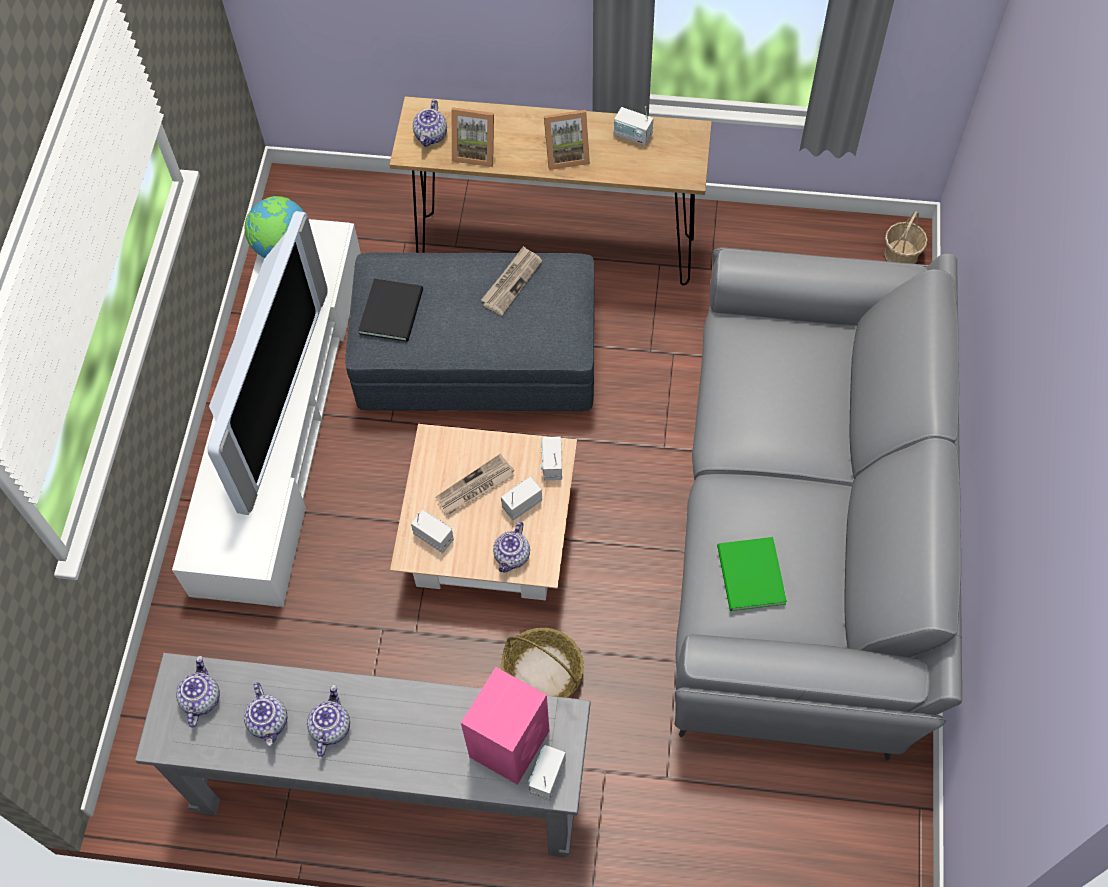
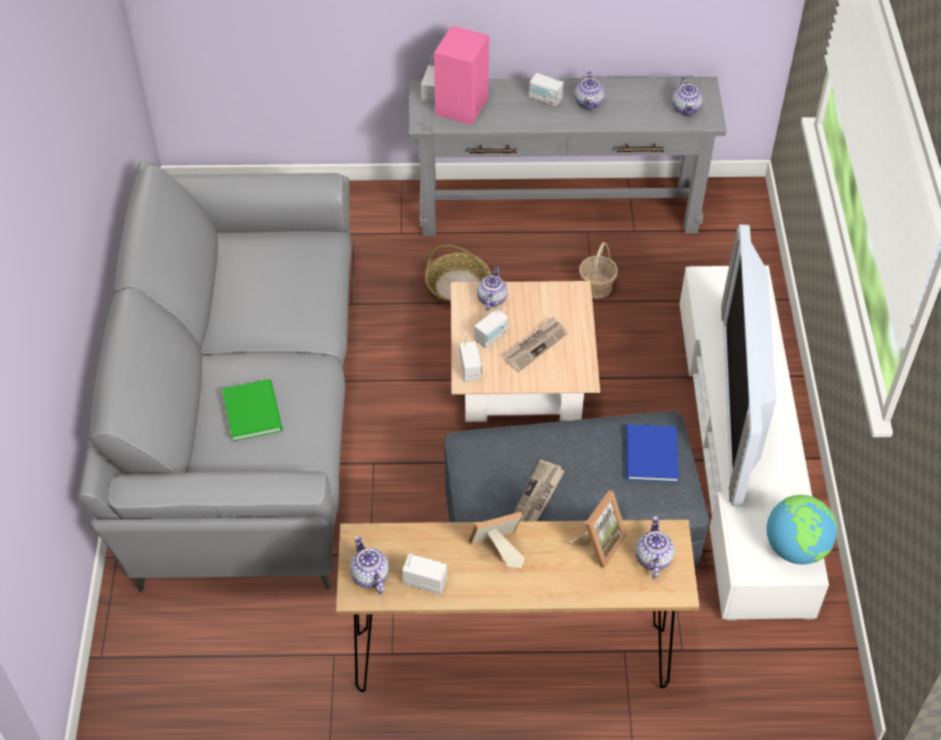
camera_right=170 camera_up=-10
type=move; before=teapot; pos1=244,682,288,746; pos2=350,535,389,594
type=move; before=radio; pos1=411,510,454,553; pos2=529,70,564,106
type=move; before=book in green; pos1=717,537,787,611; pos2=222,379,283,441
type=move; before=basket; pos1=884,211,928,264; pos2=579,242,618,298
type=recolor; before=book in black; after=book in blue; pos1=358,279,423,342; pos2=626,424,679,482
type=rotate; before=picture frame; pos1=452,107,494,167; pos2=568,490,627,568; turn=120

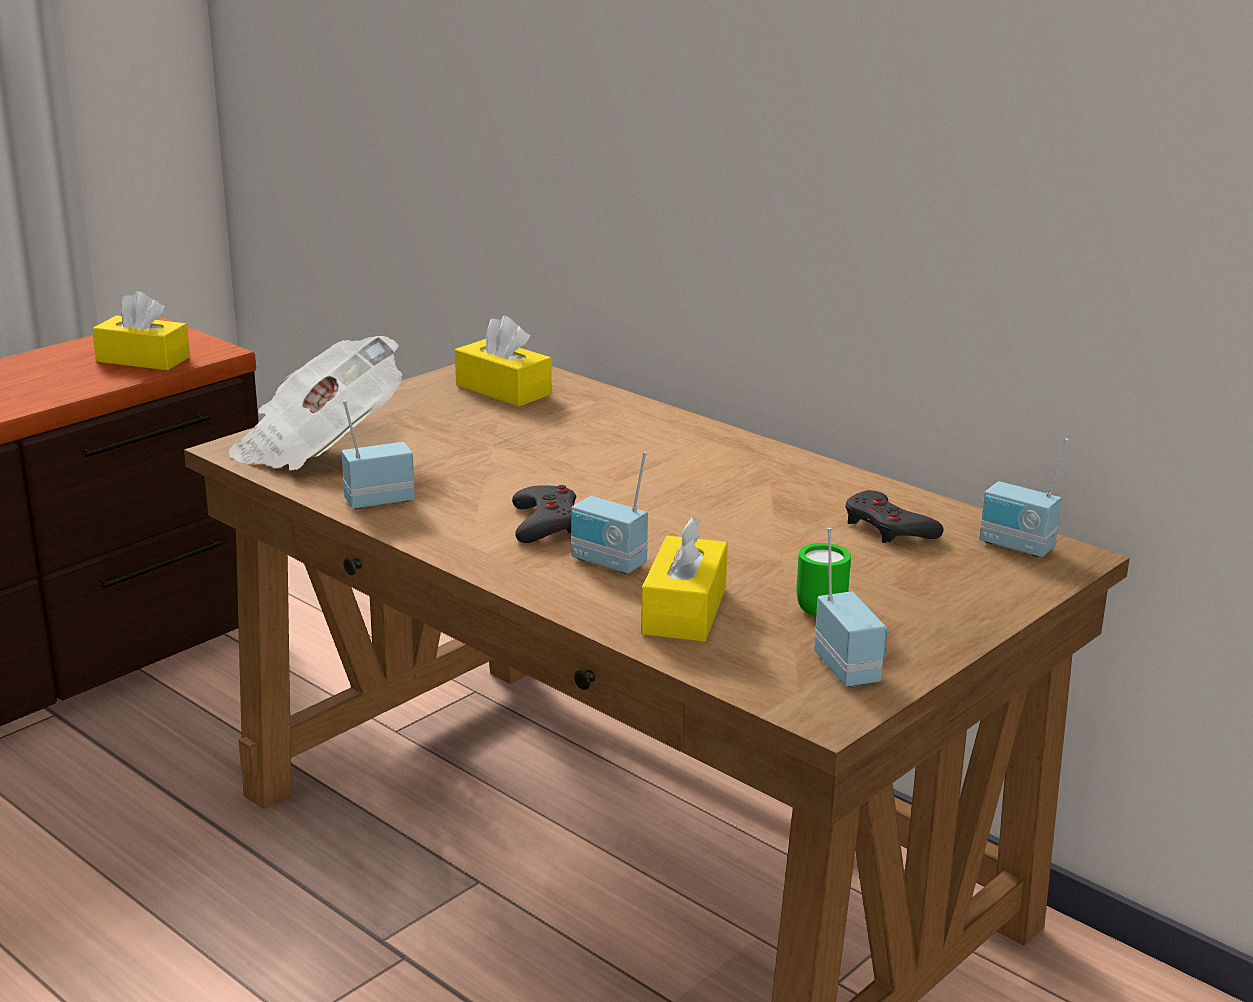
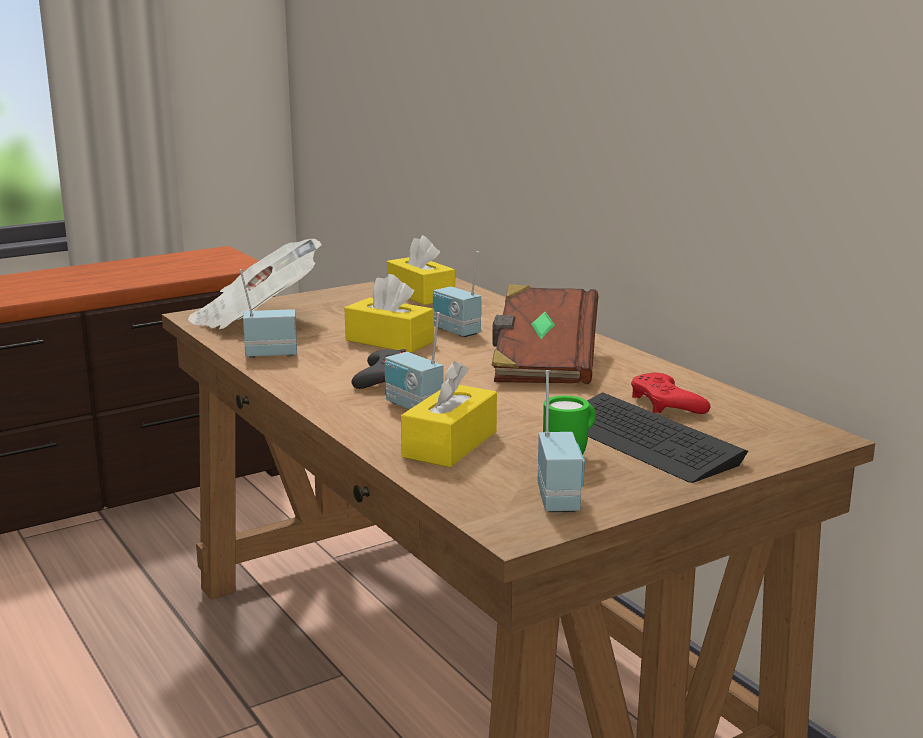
camera_right=15 camera_up=-5
type=insert; after=book in brown; pos2=491,284,598,384
type=insert; after=keyboard; pos2=587,392,748,483
type=move; before=tissue box in yellow; pos1=92,291,190,371; pos2=344,274,434,353
type=move; before=radio; pos1=980,438,1068,557; pos2=433,251,481,337
type=recolor; before=game controller in grey; after=game controller in red; pos1=845,490,944,543; pos2=631,373,710,414

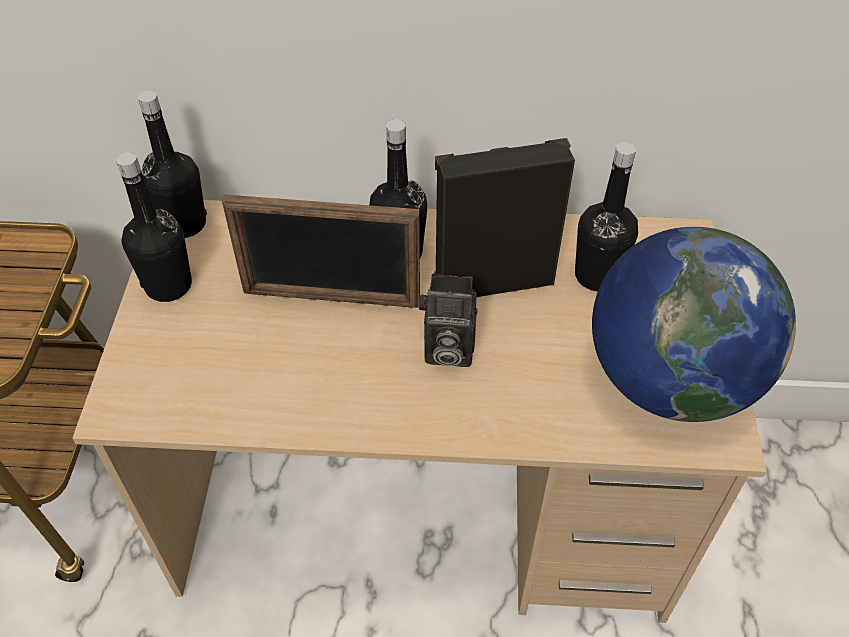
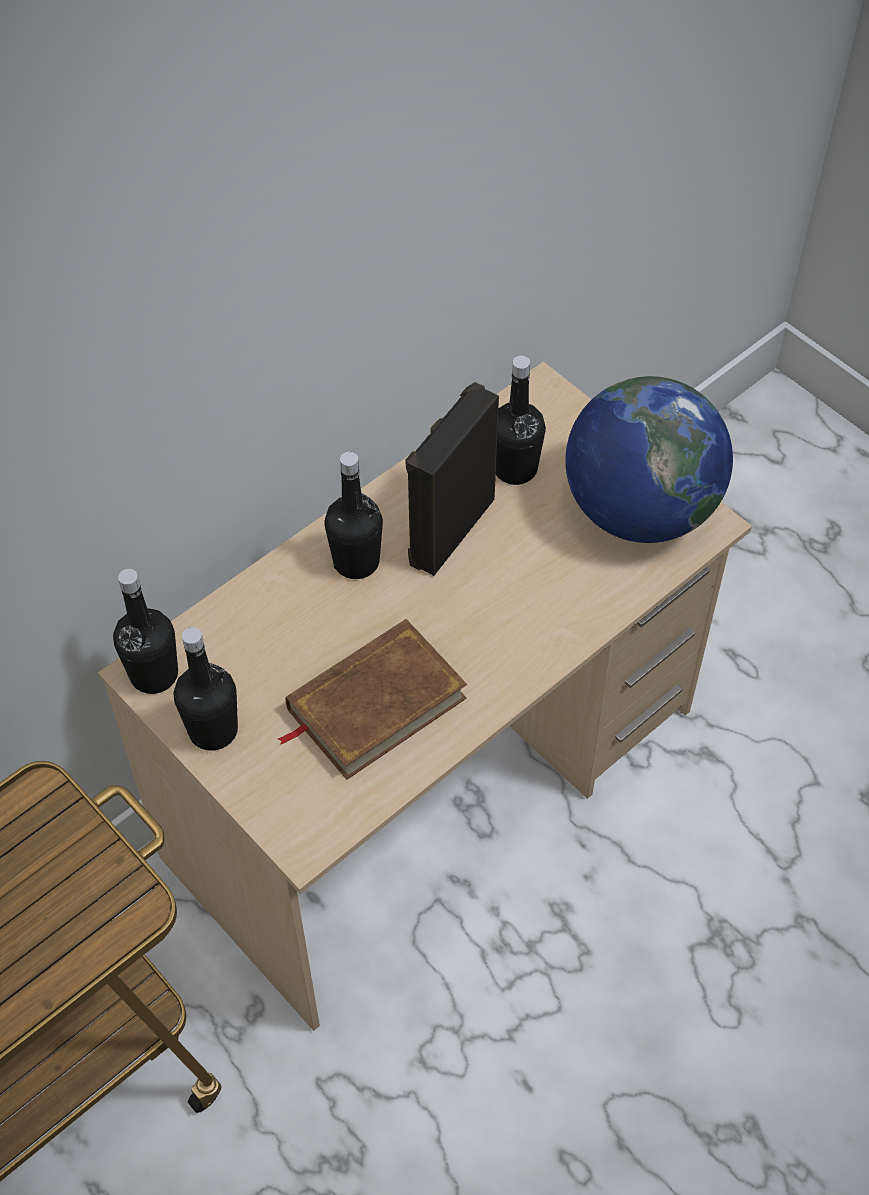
camera_right=-45 camera_up=5
type=delete; before=picture frame; pos1=222,195,420,308
type=delete; before=photo camera; pos1=419,274,478,367
type=insert; after=book in brown; pos2=278,619,467,780

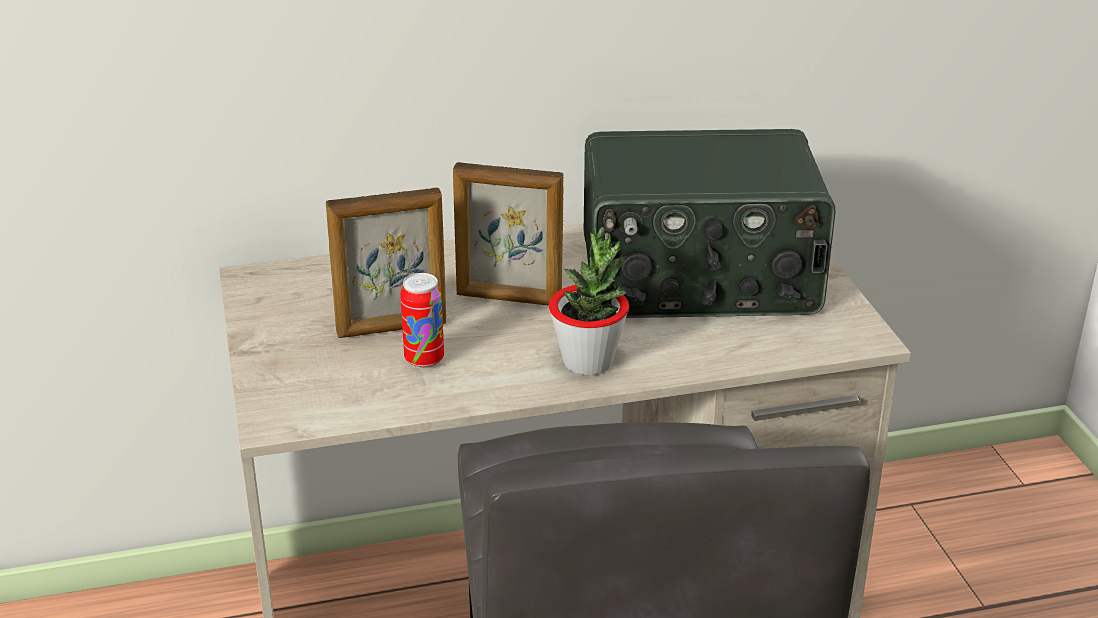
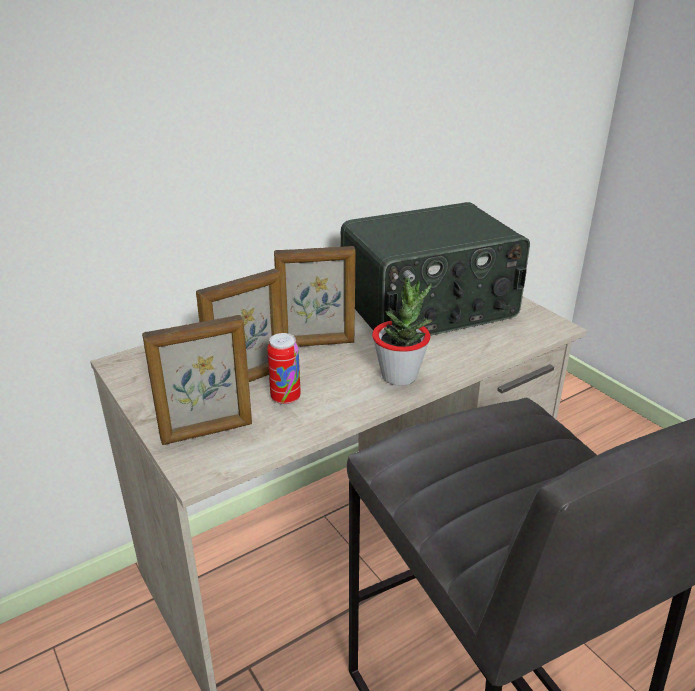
camera_right=-20 camera_up=0
type=insert; after=picture frame; pos2=142,315,252,445

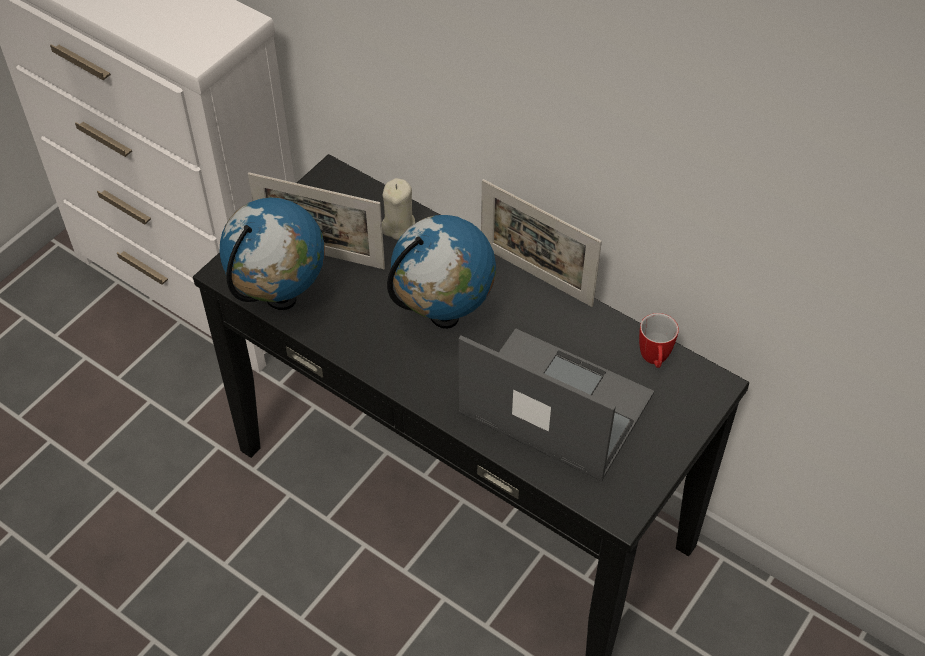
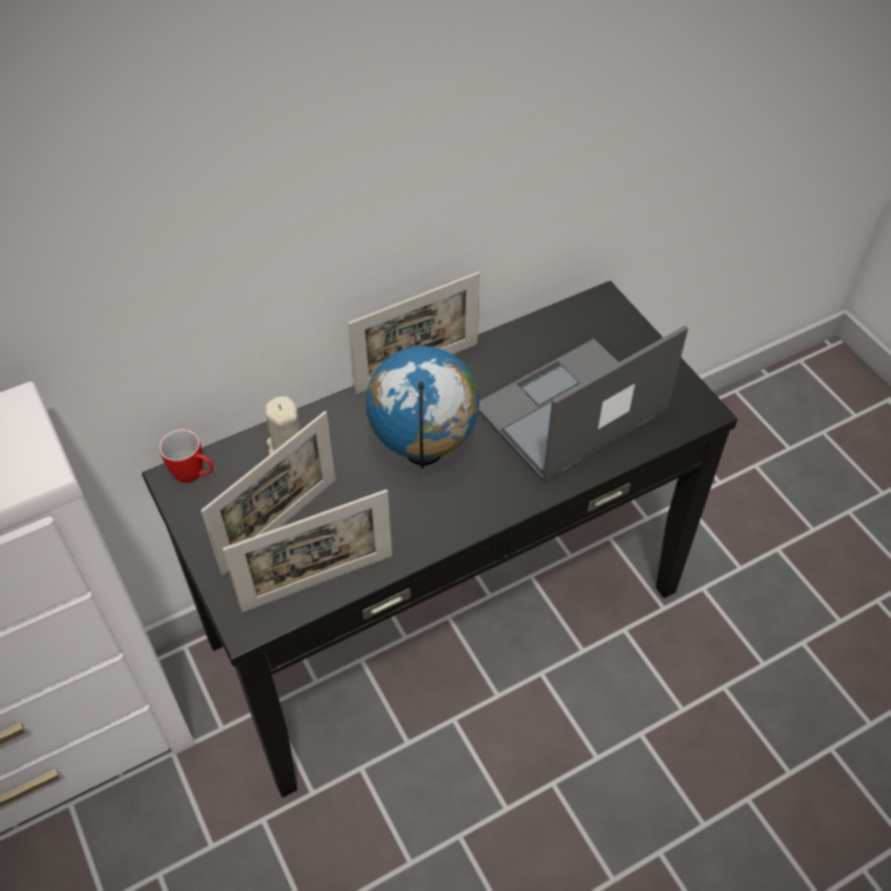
camera_right=-65 camera_up=0
type=move; before=mug; pos1=639,313,679,368; pos2=159,429,214,483
type=replace; before=globe; after=picture frame; pos1=219,198,325,310; pos2=223,489,393,612

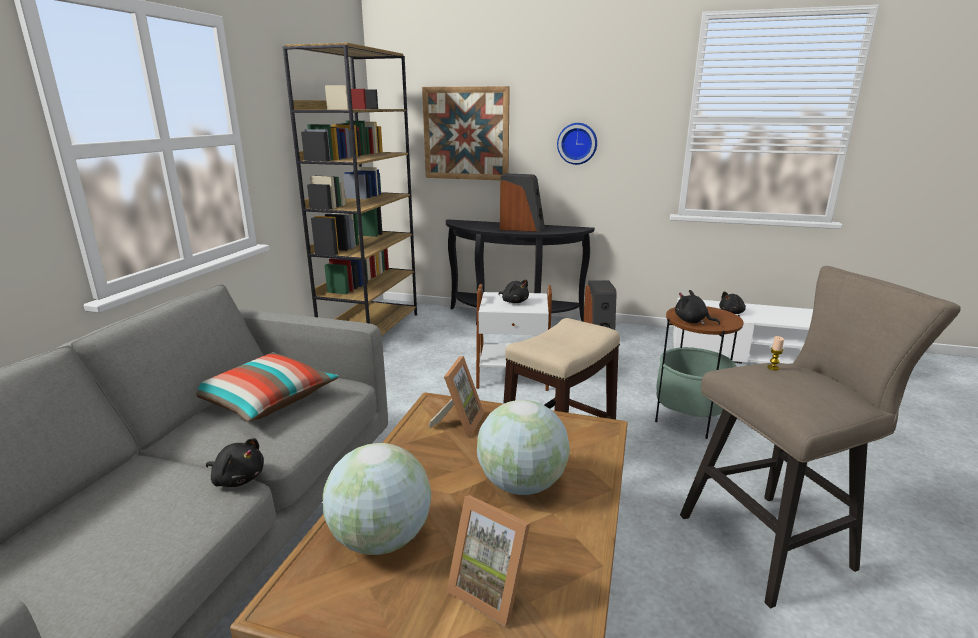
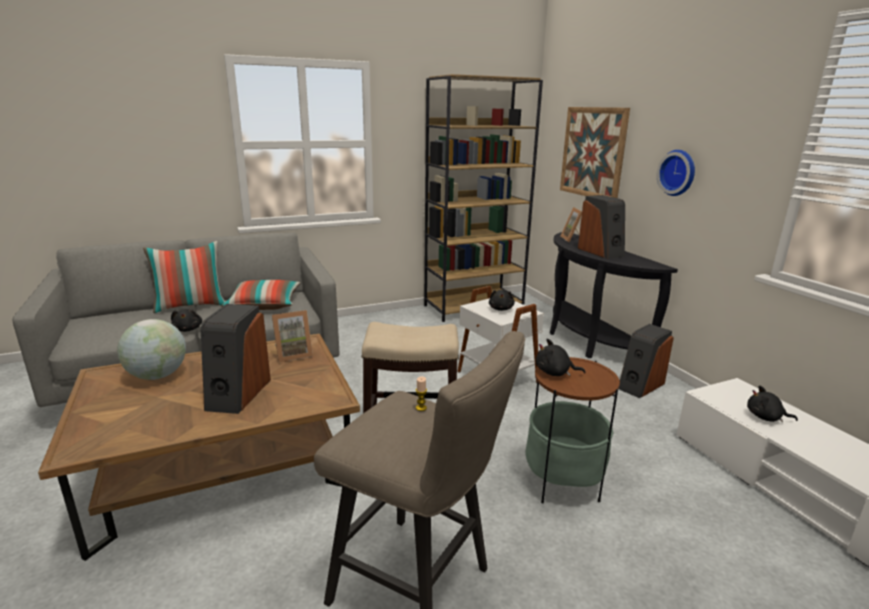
camera_right=50 camera_up=0
type=insert; after=pillow; pos2=143,241,225,313
type=move; before=picture frame; pos1=446,495,530,627; pos2=561,207,582,242
type=replace; before=globe; after=speaker; pos1=477,400,570,495; pos2=201,304,271,414
type=rotate; before=plush toy in black; pos1=675,290,720,325; pos2=536,339,585,376; turn=-75

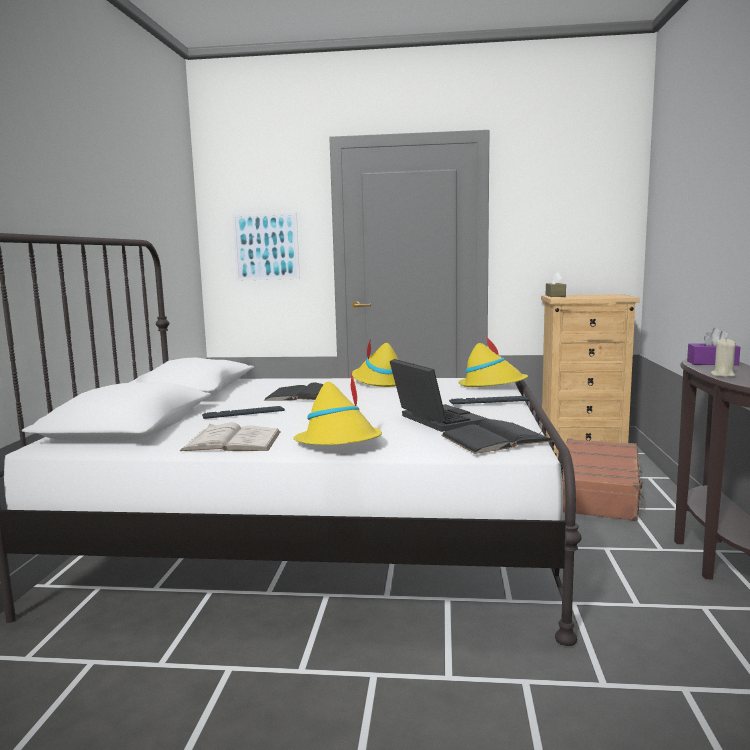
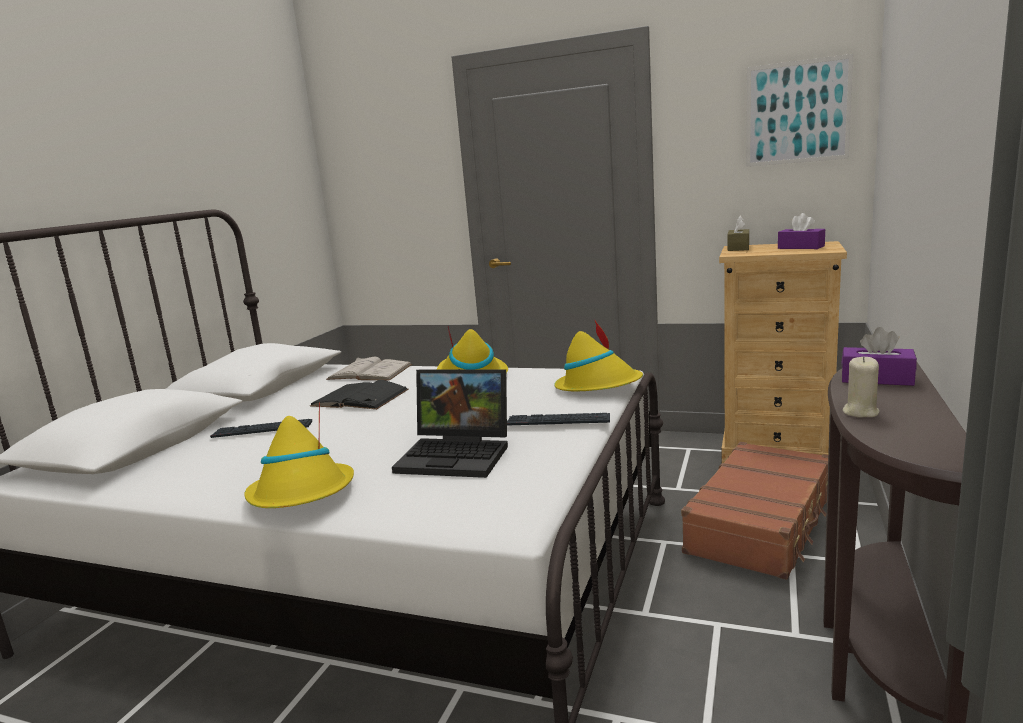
camera_right=15 camera_up=5
type=delete; before=book in black; pos1=441,419,554,454
type=insert; after=tissue box in purple; pos2=778,213,825,249
type=move; before=book in white; pos1=180,423,281,451; pos2=326,357,412,380
type=move; before=picture; pos1=232,212,300,280; pos2=746,54,853,167
type=rotate; before=laptop; pos1=390,359,488,432; pos2=392,369,508,478; turn=120

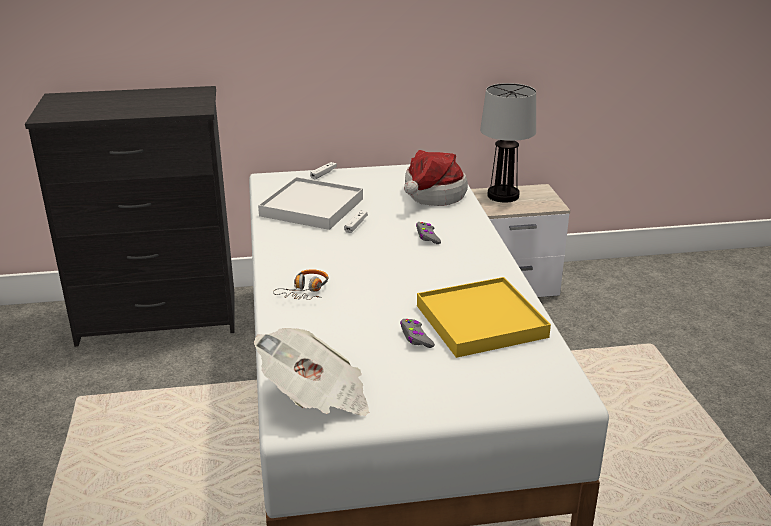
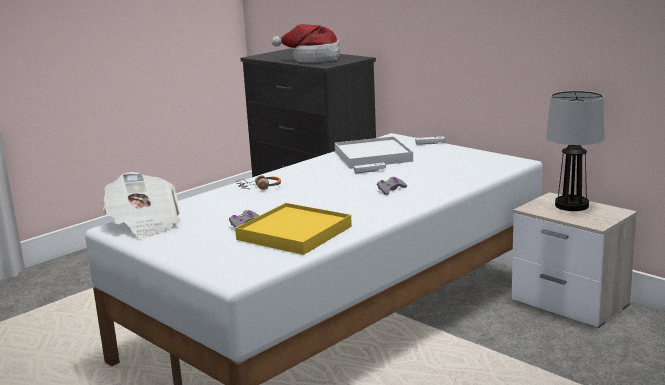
camera_right=55 camera_up=-10
type=move; before=hat; pos1=404,150,468,206; pos2=271,24,340,63

